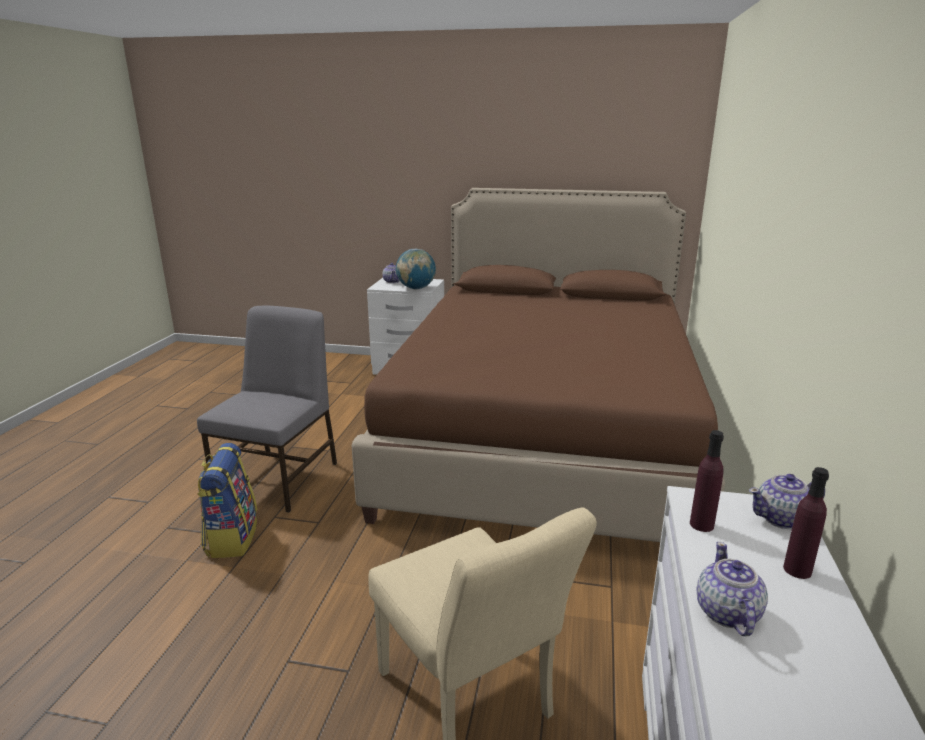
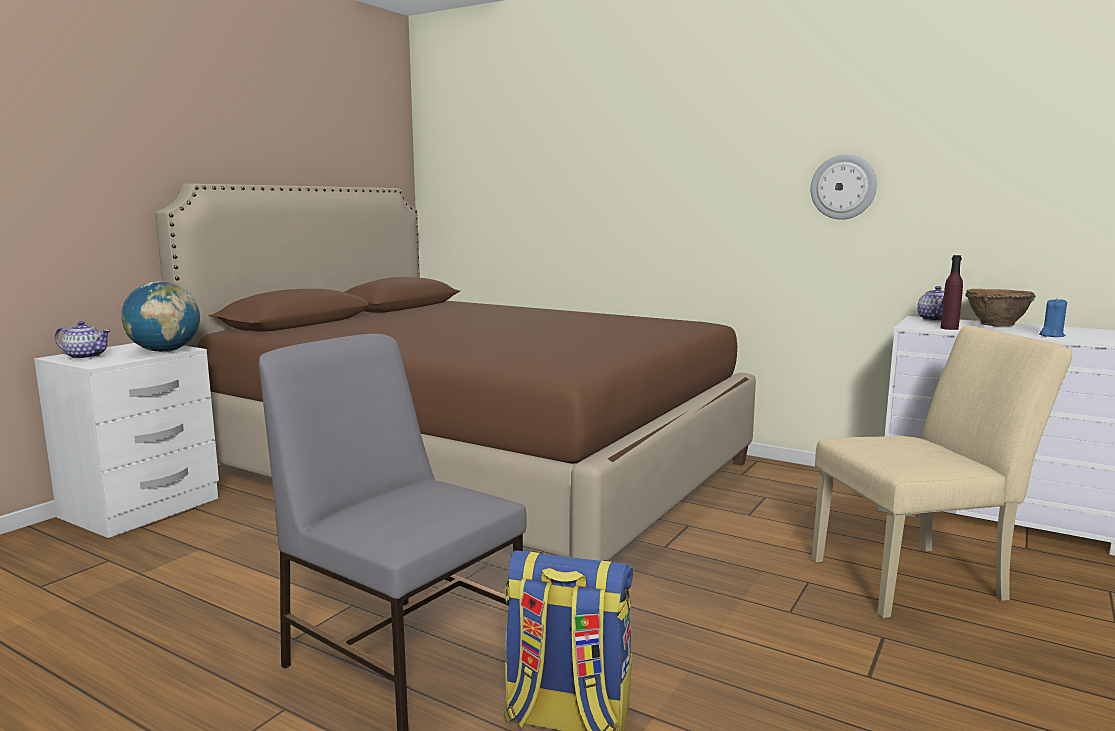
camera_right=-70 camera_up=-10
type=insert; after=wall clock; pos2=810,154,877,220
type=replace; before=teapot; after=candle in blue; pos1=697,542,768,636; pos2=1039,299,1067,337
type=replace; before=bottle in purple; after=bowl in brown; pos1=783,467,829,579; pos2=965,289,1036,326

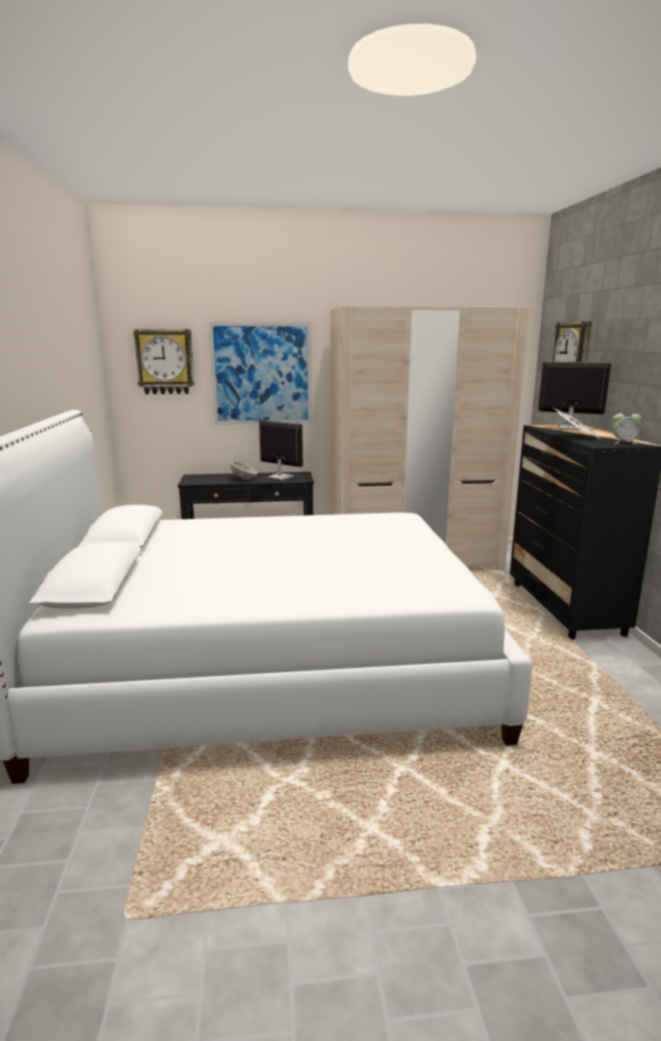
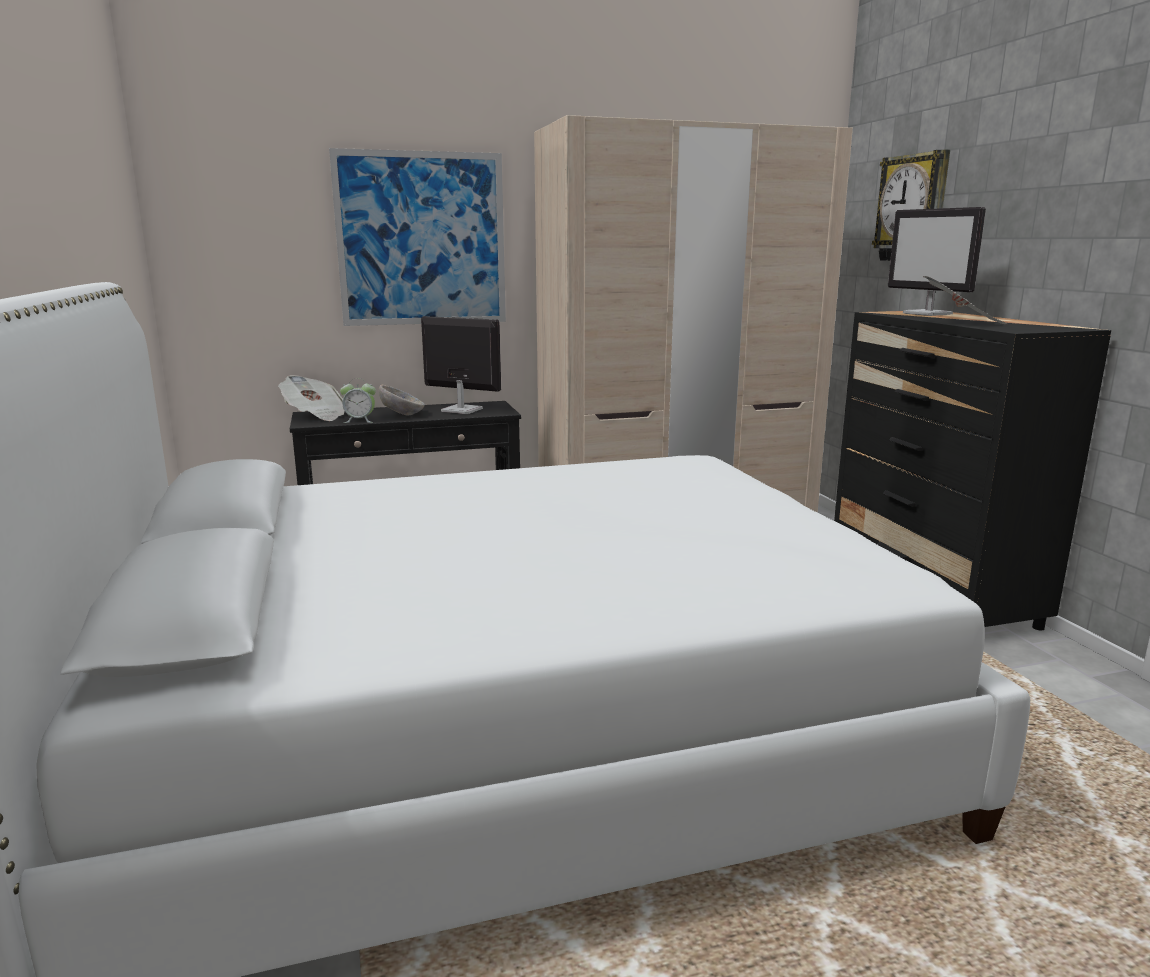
camera_right=-10 camera_up=0
type=delete; before=wall clock; pos1=133,329,195,394
type=insert; after=newspaper; pos2=278,375,344,421
type=move; before=alarm clock; pos1=613,410,642,444; pos2=340,380,376,423
type=rotate; before=monitor; pos1=538,361,611,430; pos2=888,207,986,316; turn=-135

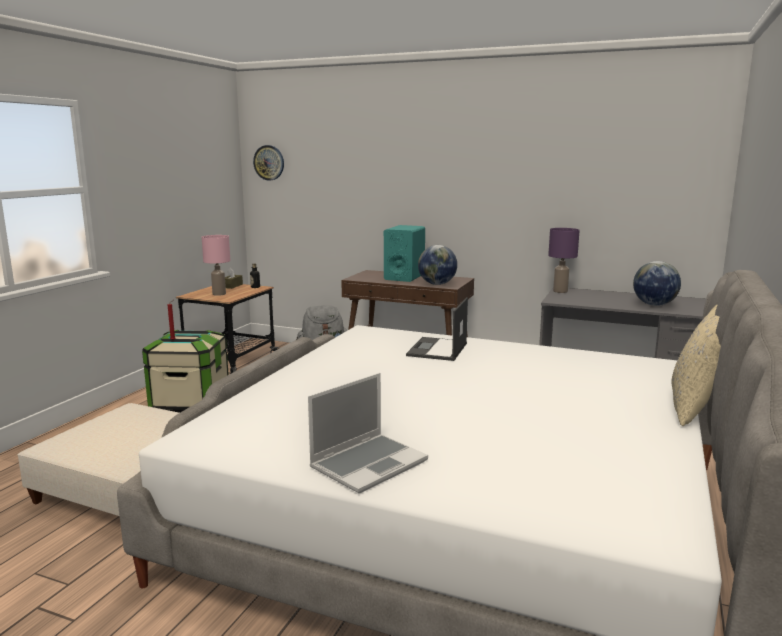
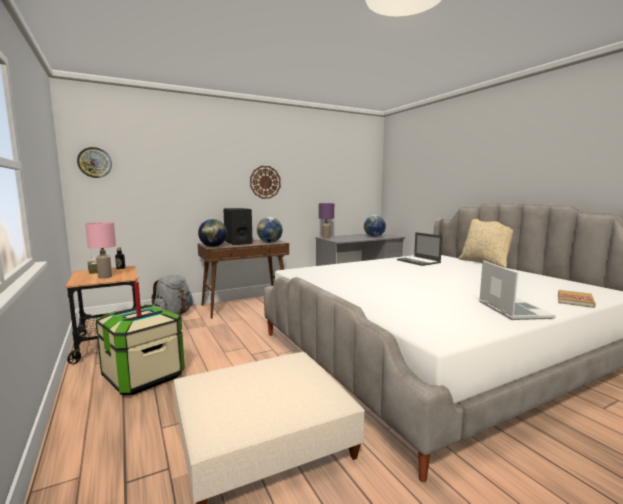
camera_right=-50 camera_up=-5
type=insert; after=globe; pos2=198,219,227,247
type=insert; after=wall clock; pos2=250,166,281,199
type=insert; after=book; pos2=558,290,596,308
type=move; before=laptop; pos1=406,297,468,361; pos2=397,232,442,266
type=recolor; before=speaker in turquoise; after=speaker in black; pos1=384,225,425,282; pos2=224,208,253,245

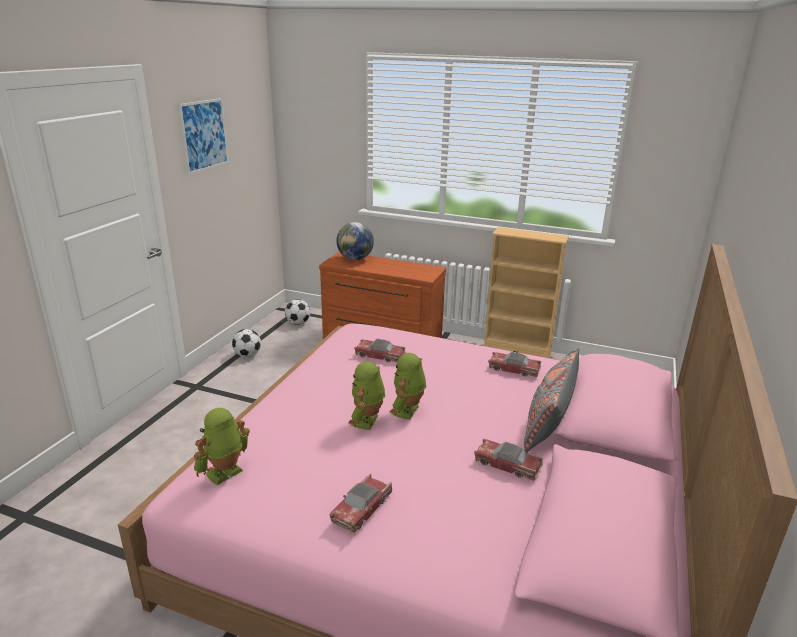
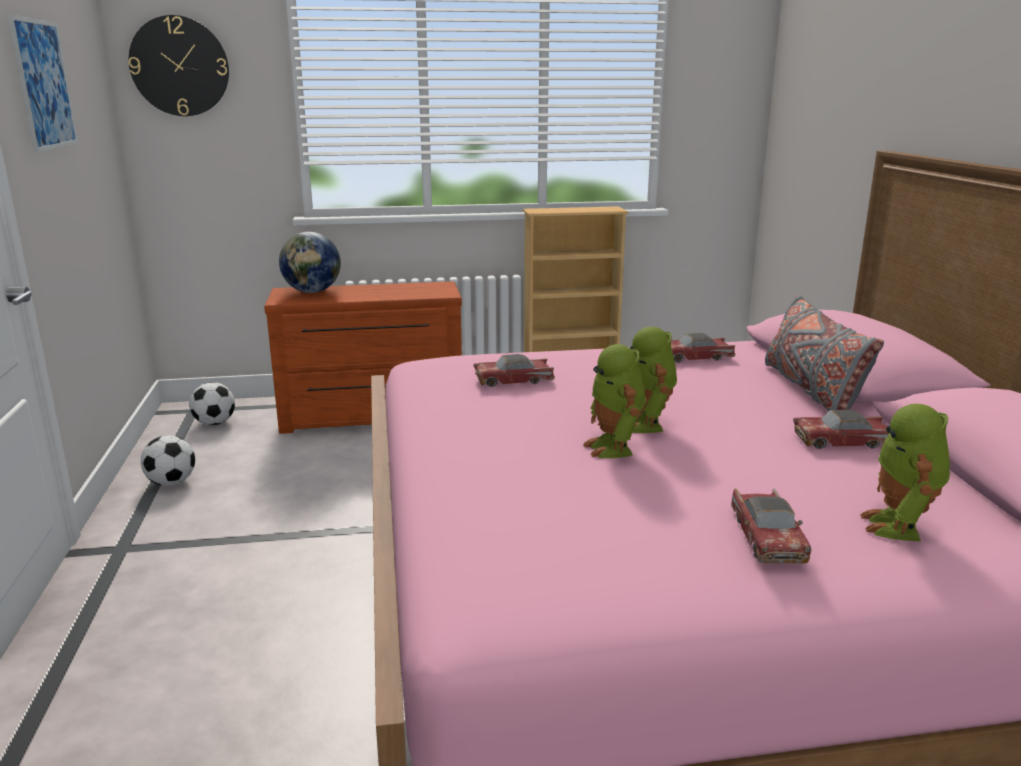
camera_right=-30 camera_up=-5
type=insert; after=wall clock; pos2=128,15,229,116
type=move; before=toy robot; pos1=194,408,250,485; pos2=860,404,950,541

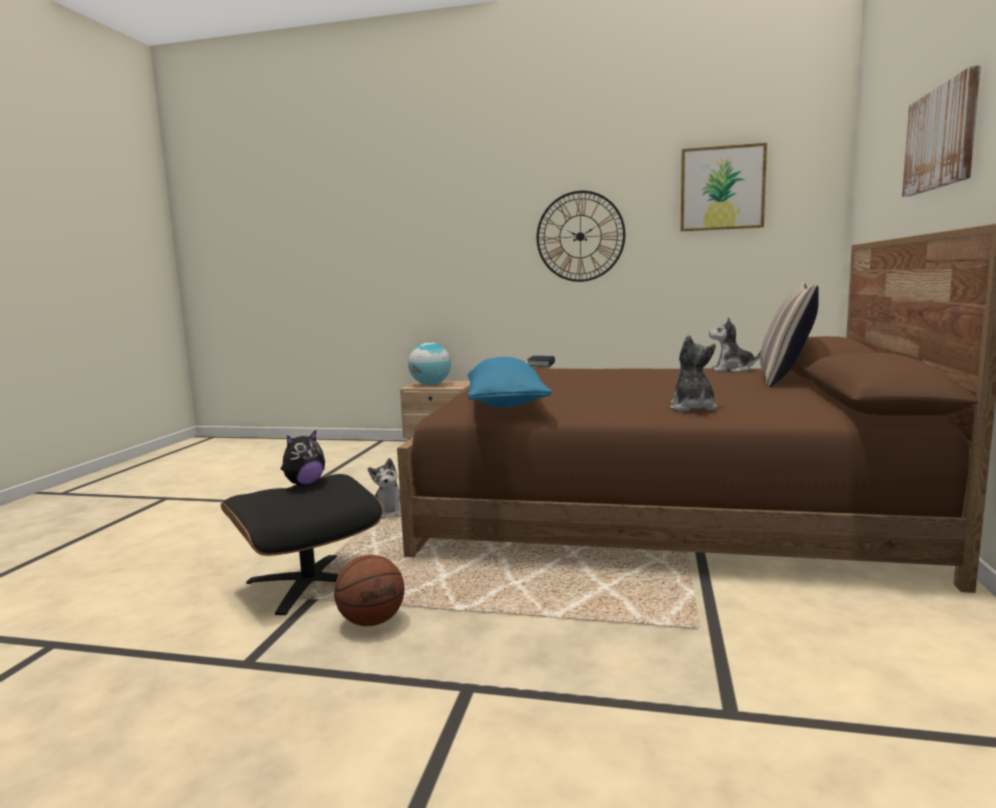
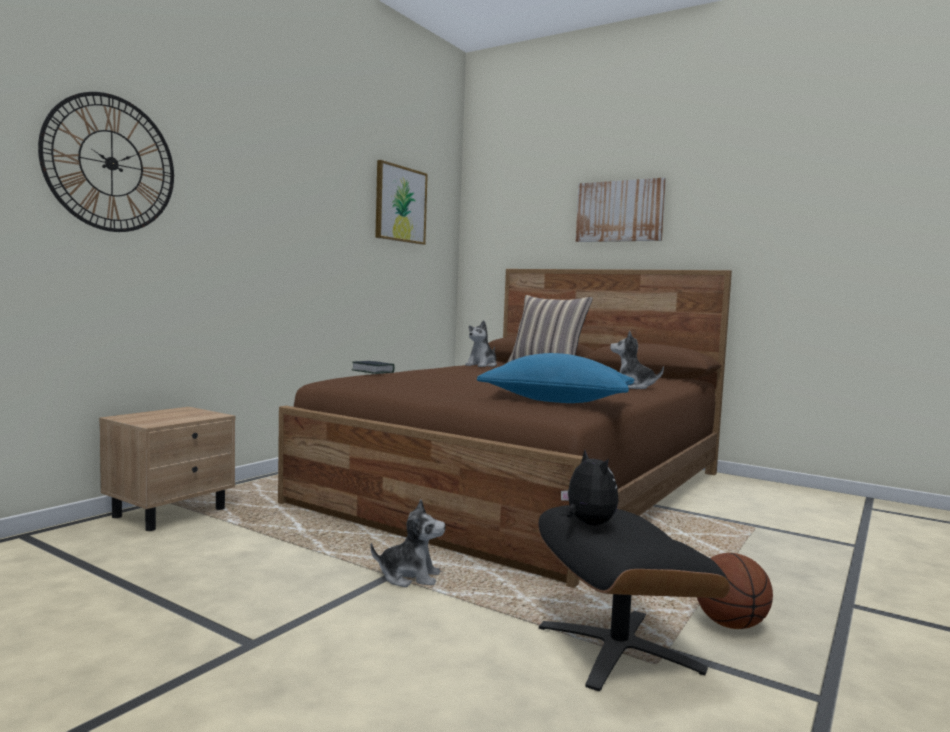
camera_right=-70 camera_up=-5
type=delete; before=globe; pos1=408,342,451,385
type=move; before=wall clock; pos1=537,191,625,282; pos2=38,92,174,232

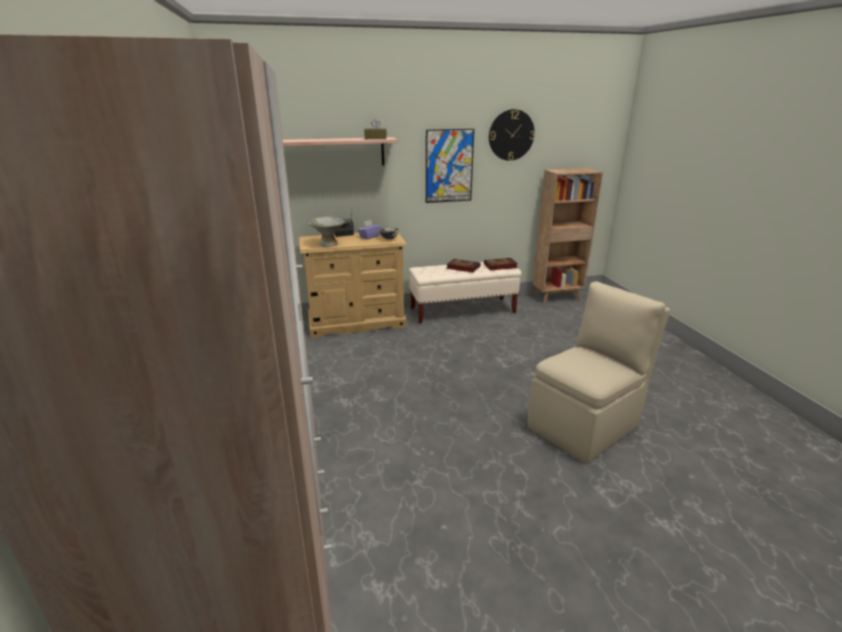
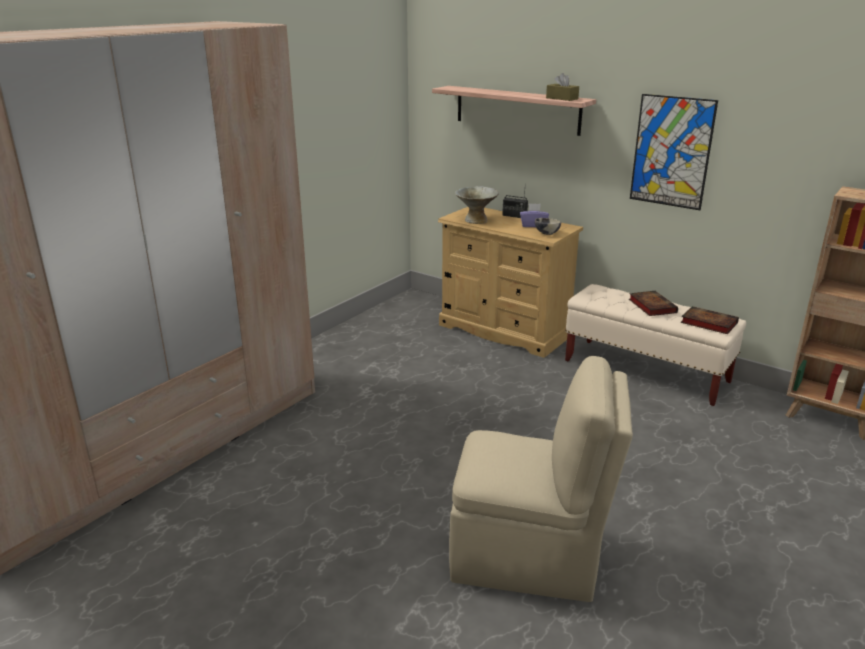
camera_right=50 camera_up=0
type=delete; before=wall clock; pos1=489,109,535,161

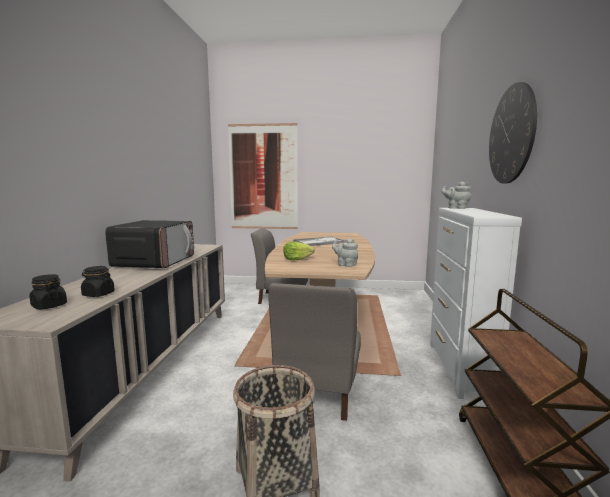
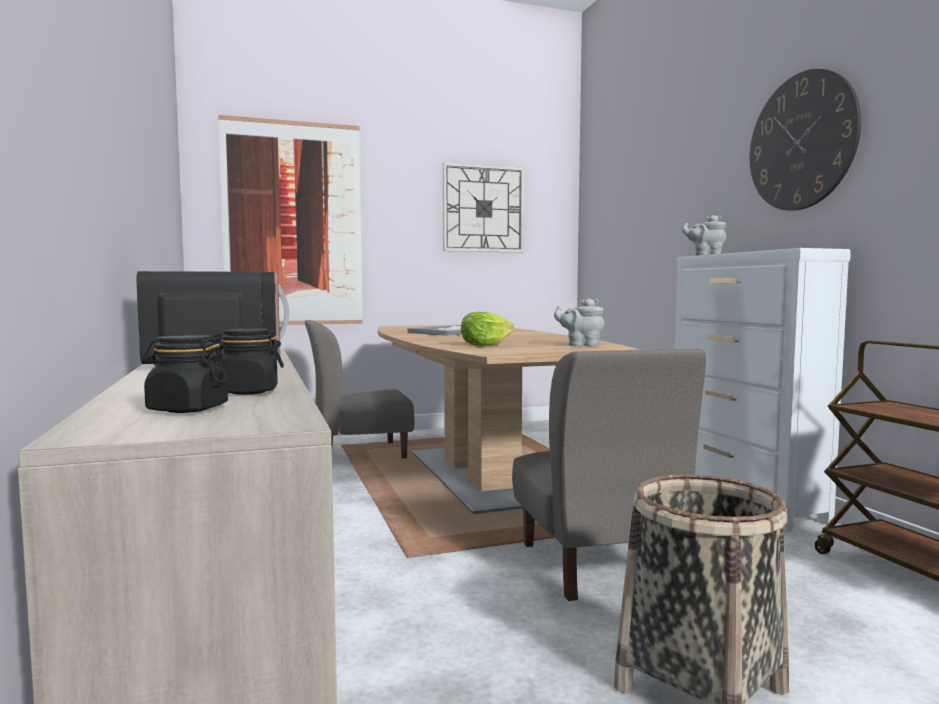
camera_right=-25 camera_up=-5
type=insert; after=wall clock; pos2=443,163,524,253

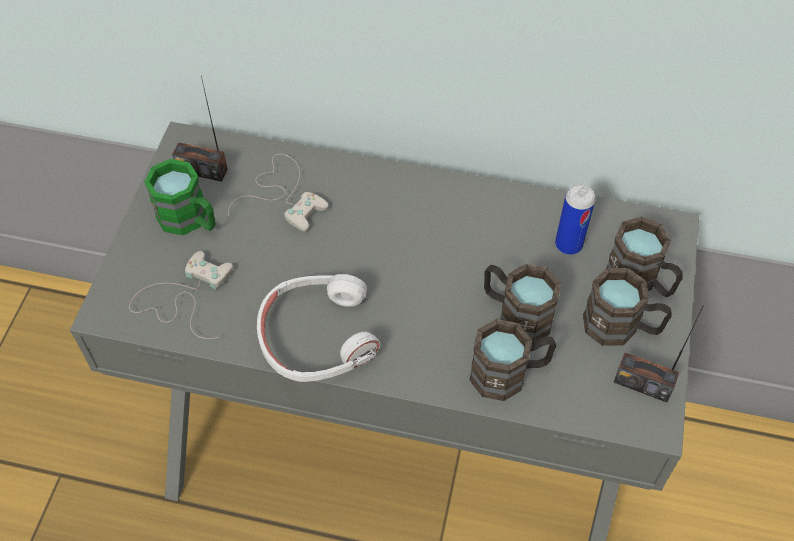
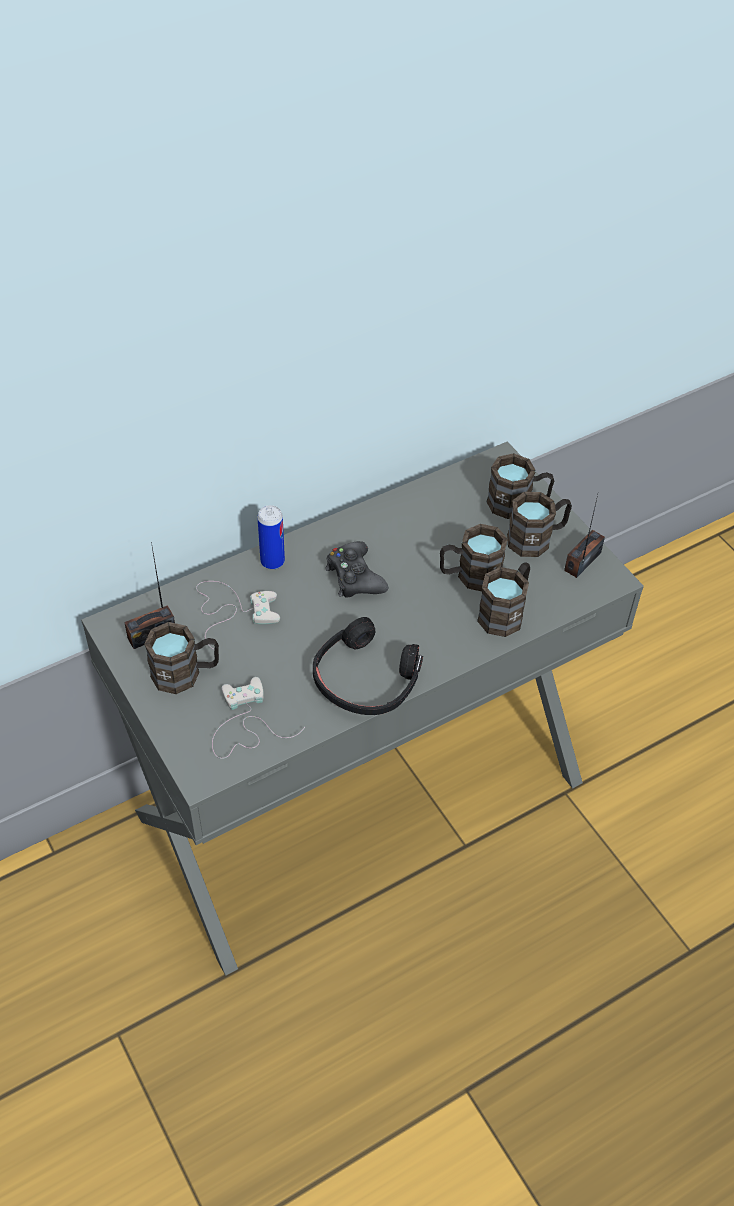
camera_right=-45 camera_up=-5
type=insert; after=game controller in black; pos2=325,541,388,598
type=move; before=can; pos1=555,184,595,255; pos2=257,505,285,570
type=recolor; before=mug in green; after=mug in brown; pos1=144,159,216,235; pos2=144,622,219,694
type=recolor; before=headphones in white; after=headphones in black; pos1=257,274,381,382; pos2=313,617,423,715
type=rotate; before=radio; pos1=613,305,704,402; pos2=564,495,605,578; turn=150

